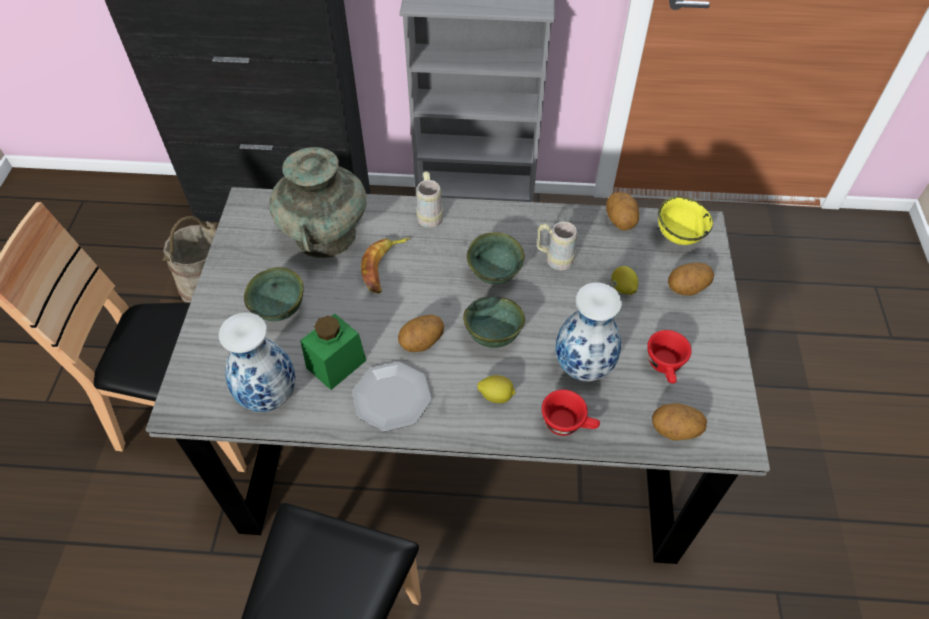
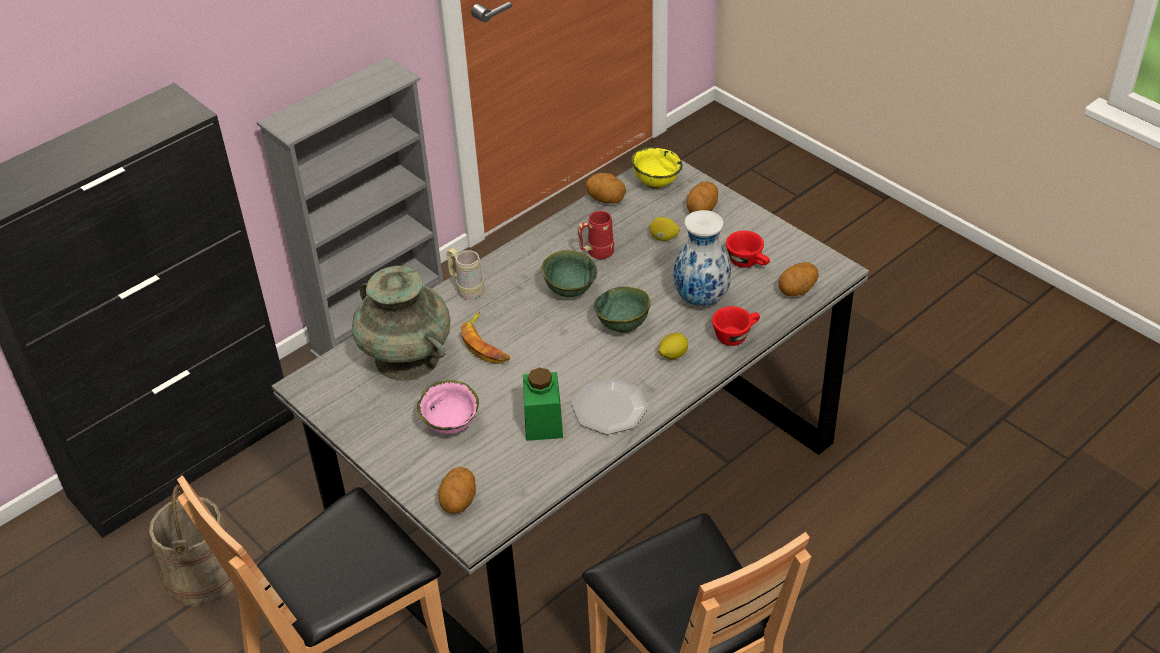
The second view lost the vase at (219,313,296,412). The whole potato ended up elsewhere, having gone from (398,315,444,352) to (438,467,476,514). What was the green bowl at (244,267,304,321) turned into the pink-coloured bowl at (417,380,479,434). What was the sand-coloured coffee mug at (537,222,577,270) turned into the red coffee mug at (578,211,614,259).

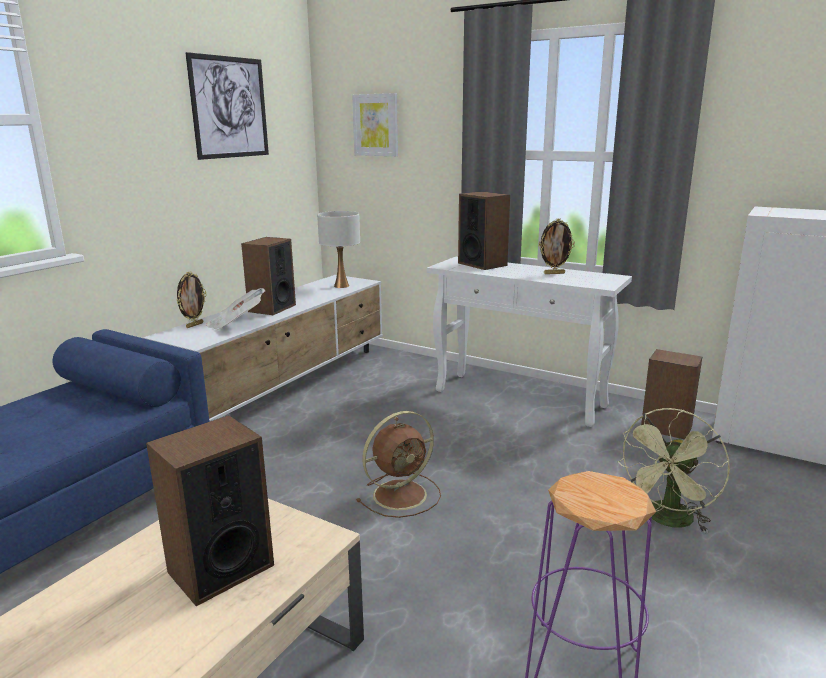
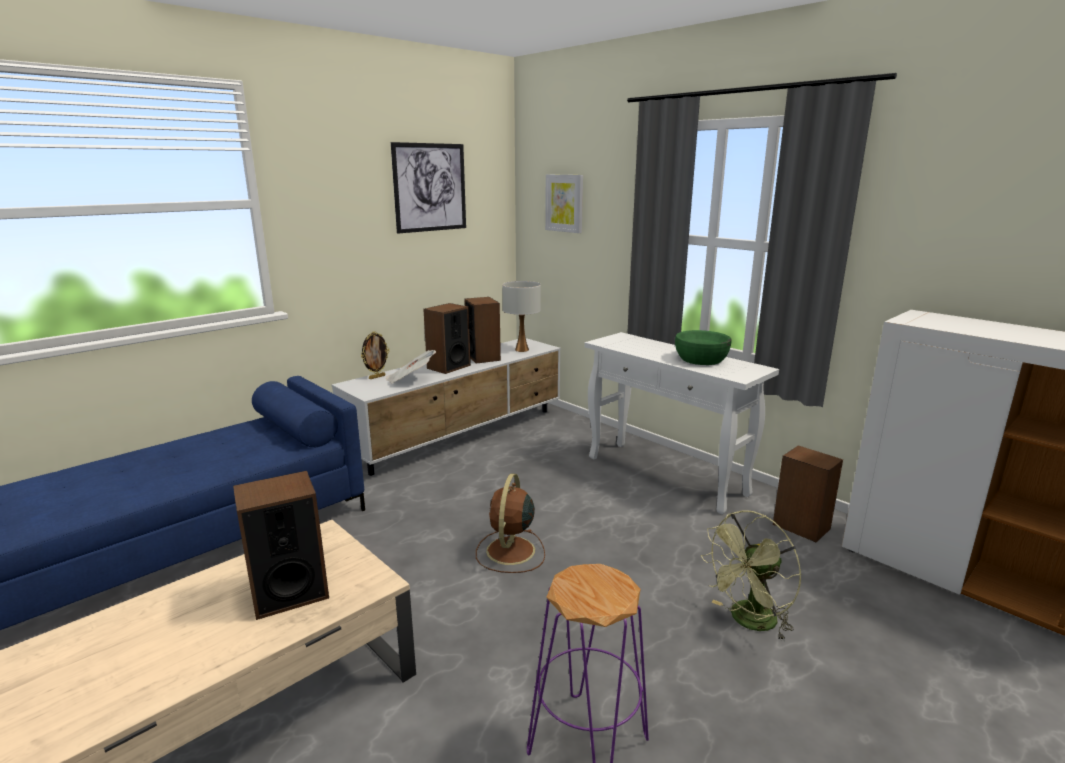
The audio speaker ended up elsewhere, having gone from (458,191,510,270) to (465,297,501,363). Where the photo frame stood at (538,218,575,274), the green bowl came to stand at (675,330,732,365). The brownish cooling fan at (356,411,441,518) ended up facing another way, 120 degrees clockwise from before.

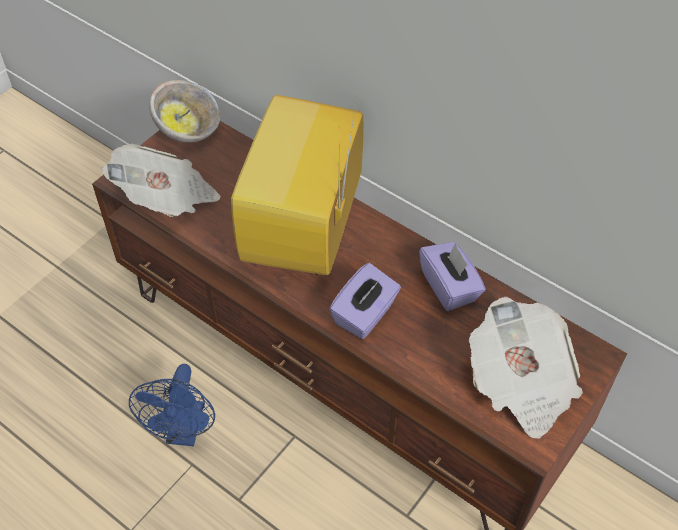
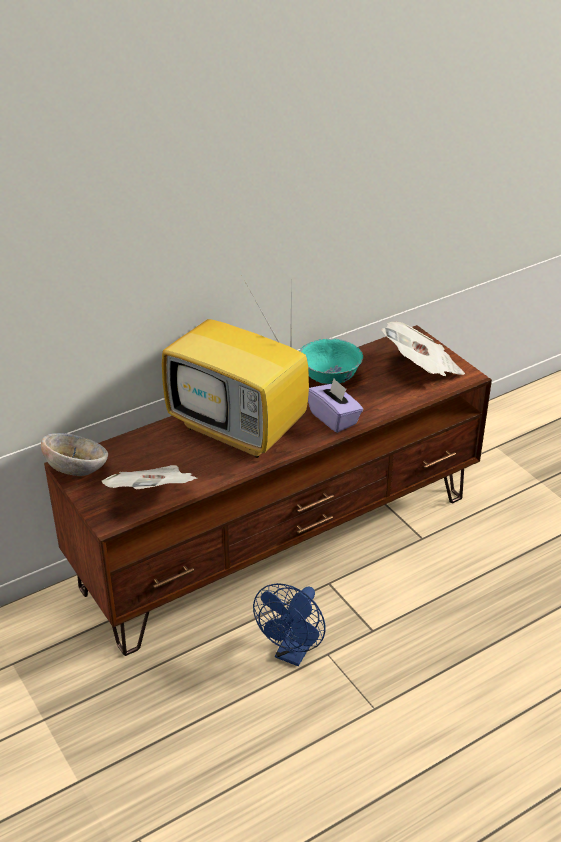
Where the purple box of tissues stood at (419,242,486,311), the turquoise-coloured bowl came to stand at (300,338,363,385). The bluish cooling fan at (129,364,215,446) ended up facing another way, 90 degrees clockwise from before.

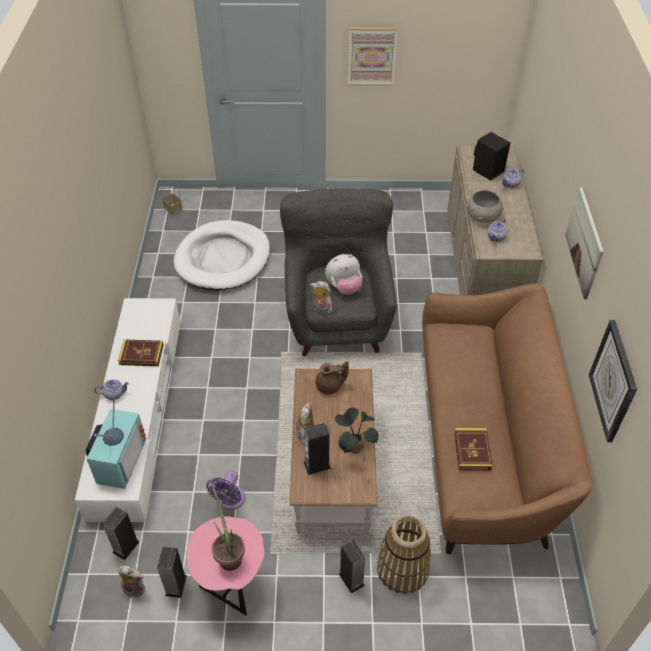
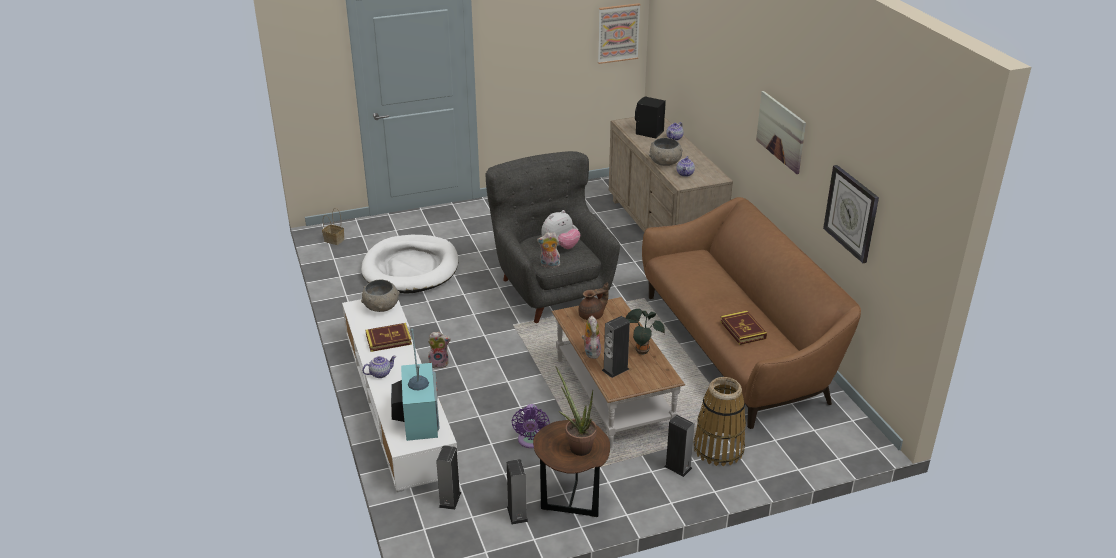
The second view gained the grey bowl at (361,280,400,312). The plush toy ended up elsewhere, having gone from (118,565,145,598) to (428,332,451,369). The picture ended up elsewhere, having gone from (348,27,398,86) to (598,3,641,64). What was the pink-coloured side table at (187,516,264,615) turned into the brownish side table at (533,419,610,517).

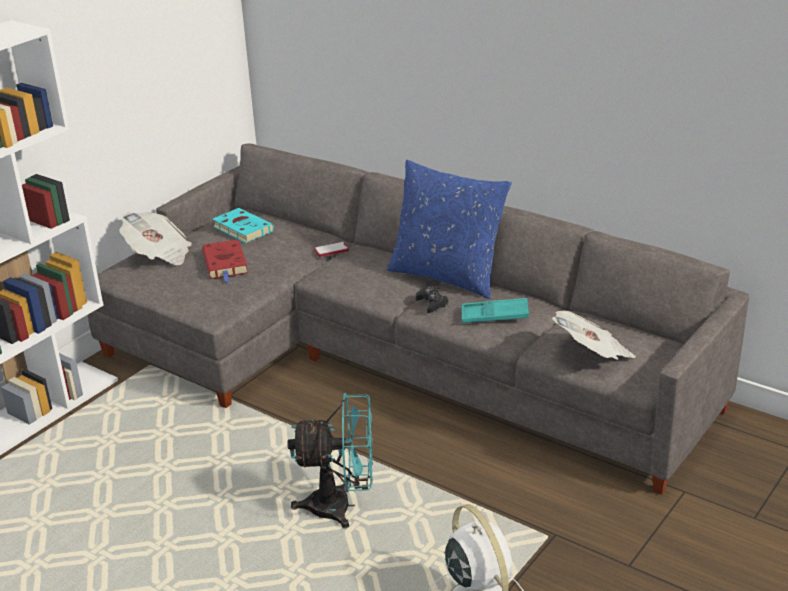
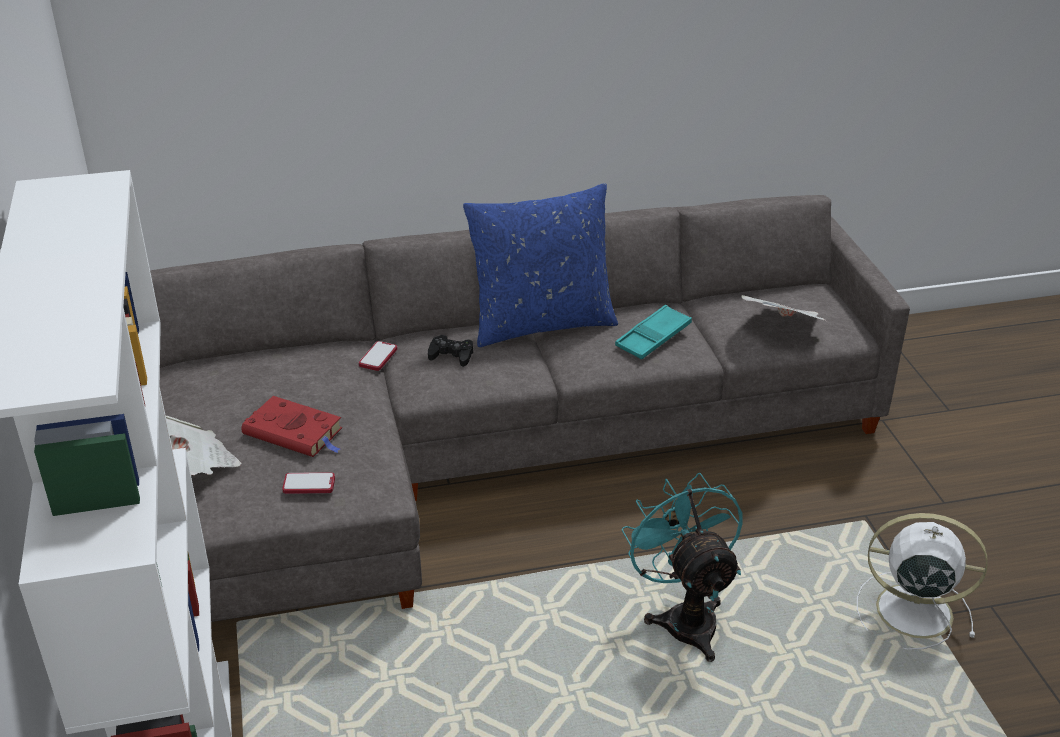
The second view lost the turquoise-coloured volume at (212,208,274,243). The second view gained the phone at (282,472,335,494). The blackish gamepad ended up elsewhere, having gone from (416,286,449,313) to (428,335,473,367). The turquoise-coloured cooling fan at (287,393,373,529) ended up facing another way, 60 degrees counterclockwise from before.

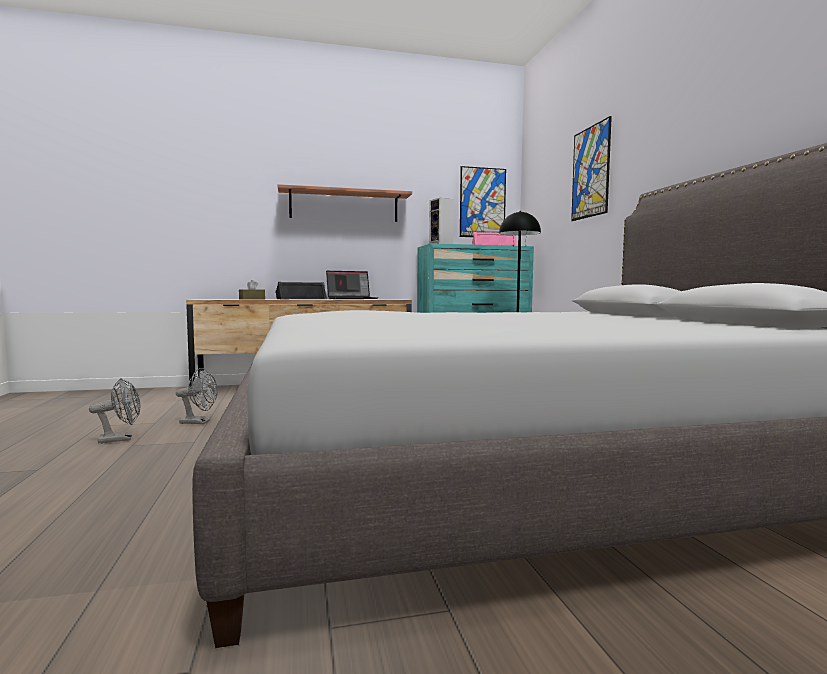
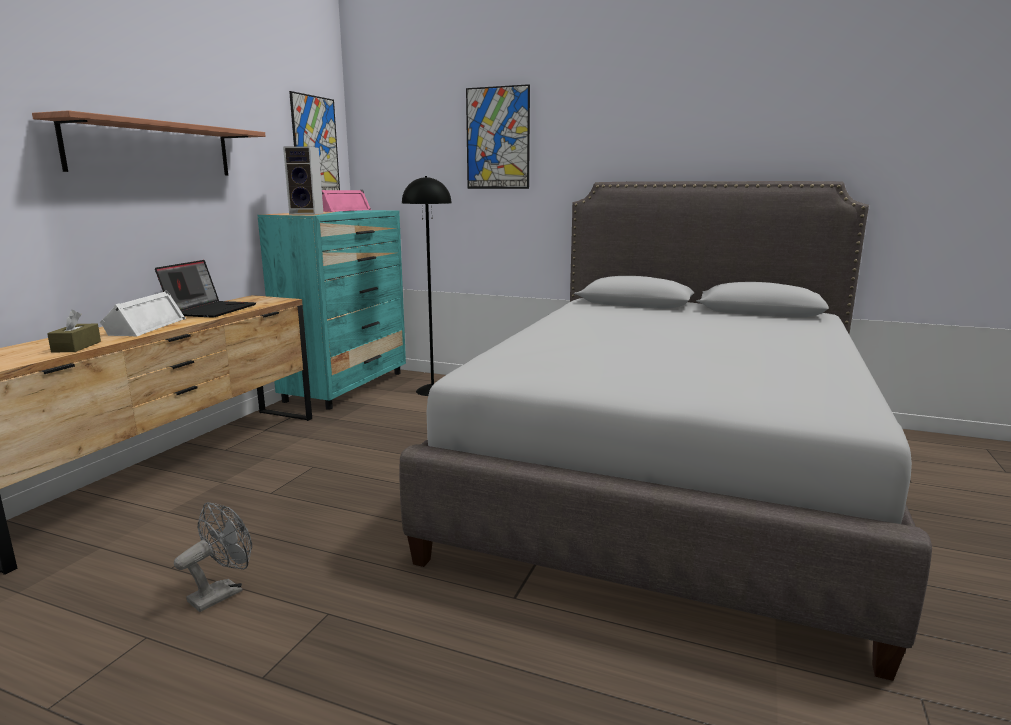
The second view lost the grey cooling fan at (89,378,140,443). What was the blackish audio speaker at (275,282,327,300) turned into the white audio speaker at (100,290,186,336).

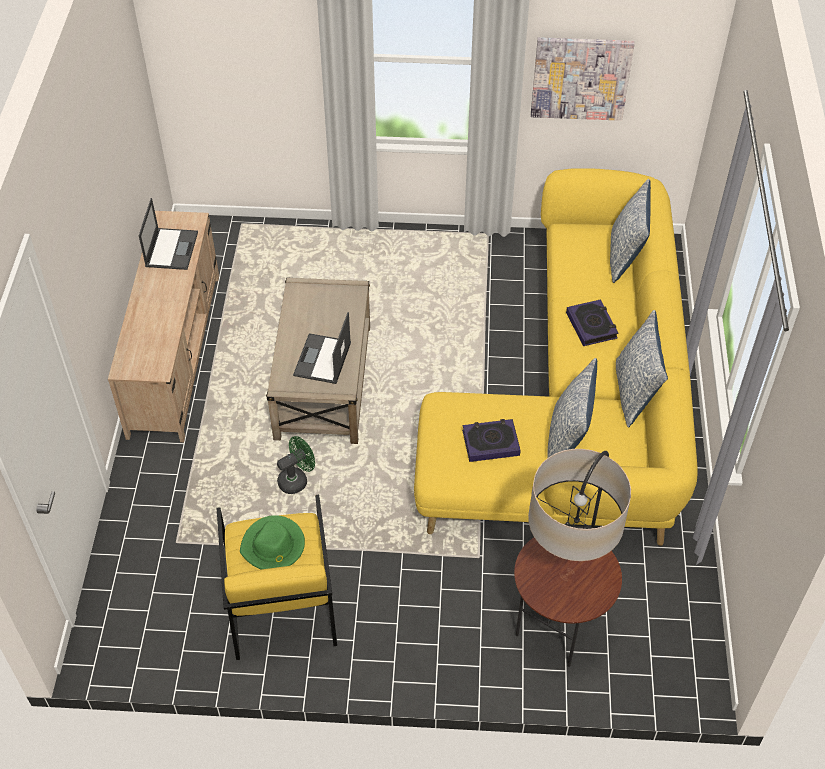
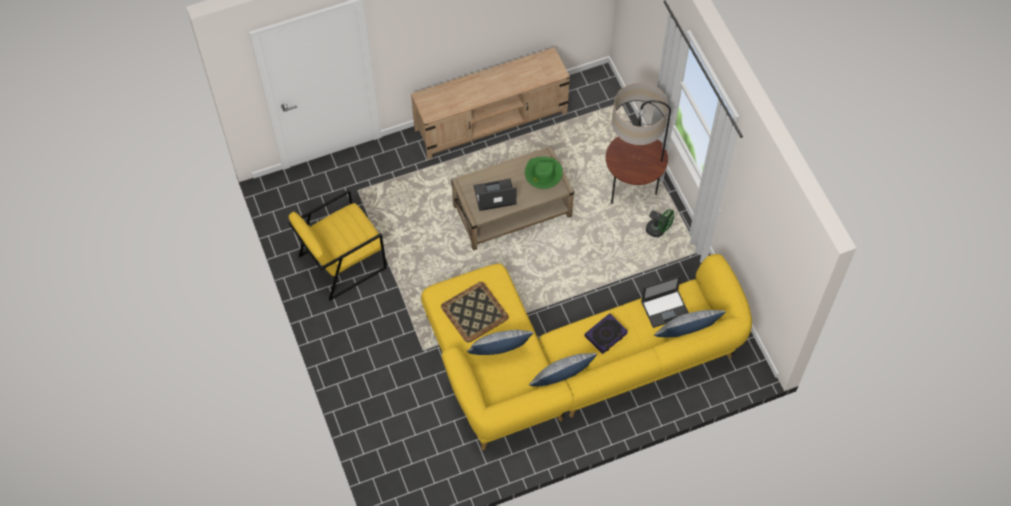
The second view lost the picture at (531,37,635,121). The notebook computer ended up elsewhere, having gone from (139,198,198,270) to (641,275,689,328). The green wearable hat ended up elsewhere, having gone from (240,515,305,569) to (525,156,563,189). The green cooling fan ended up elsewhere, having gone from (277,436,315,494) to (646,209,674,237). The floor lamp ended up elsewhere, having gone from (514,449,631,667) to (606,82,671,204). Where the volume stood at (462,419,521,462), the tray came to stand at (441,282,509,342).

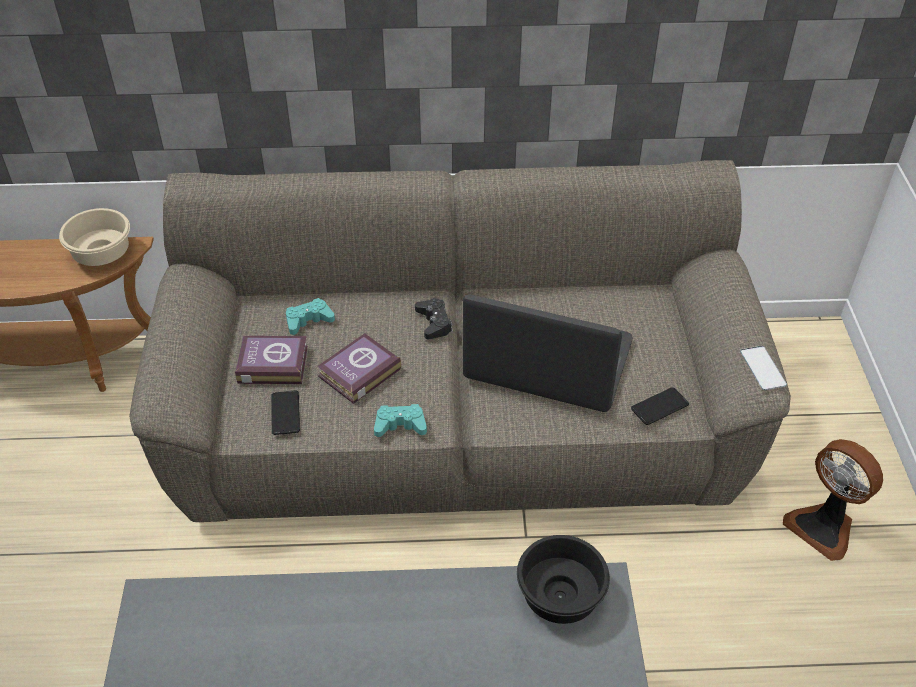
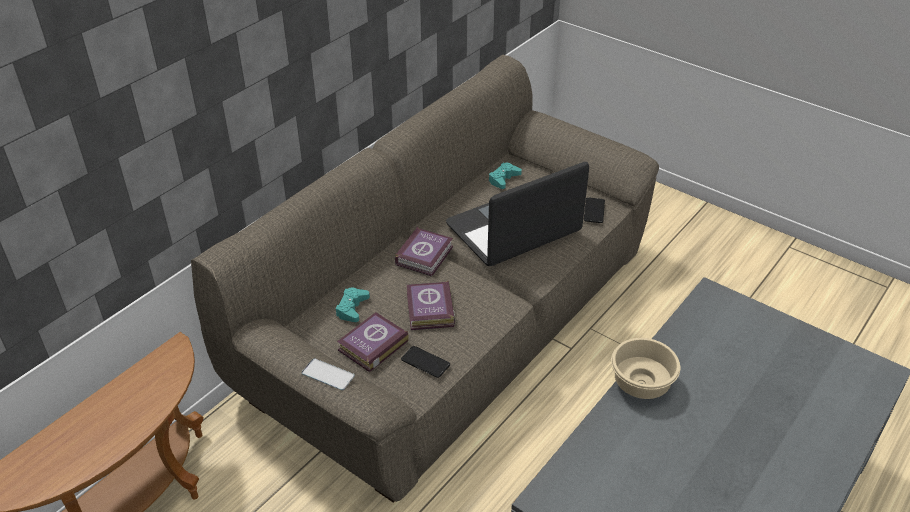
The second view lost the blackish bowl at (517,535,610,624). The second view lost the cooling fan at (783,439,883,561). The sand-coloured bowl ended up elsewhere, having gone from (59,208,130,266) to (611,338,680,399). The turquoise-coloured gamepad ended up elsewhere, having gone from (374,404,427,437) to (489,163,522,189). The phone ended up elsewhere, having gone from (740,346,787,390) to (301,358,355,390). Where the blackish gamepad stood at (415,298,453,339), the volume came to stand at (395,227,453,277).

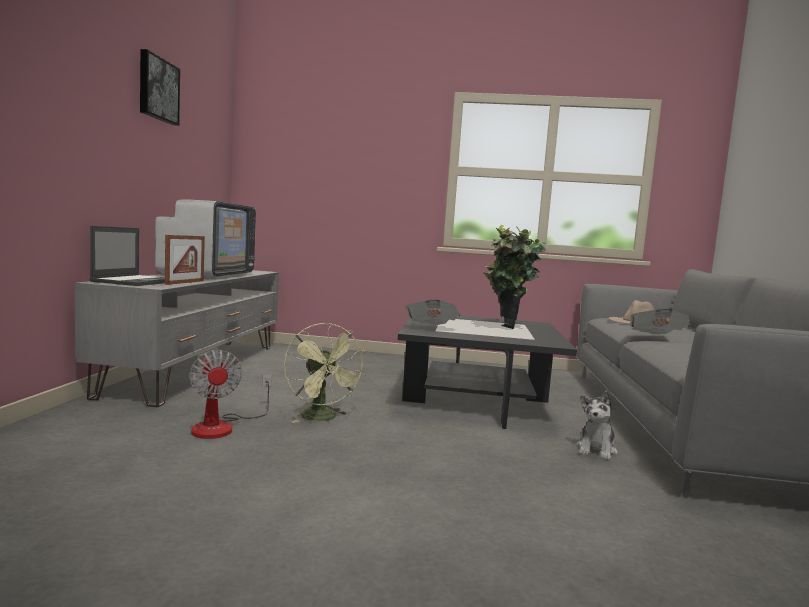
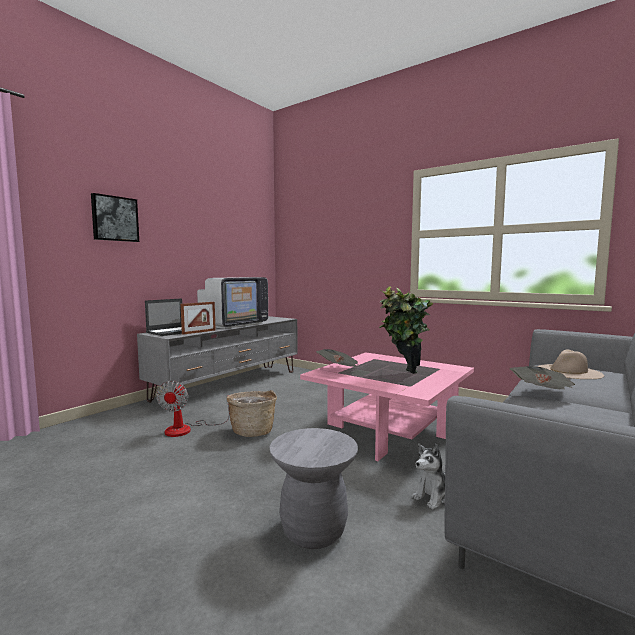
The second view gained the grey sitting stool at (269,428,358,549). The picture ended up elsewhere, having gone from (140,49,180,126) to (91,193,139,242). Where the green cooling fan stood at (284,323,366,423), the storage basket came to stand at (227,390,277,437). What was the blackish low table at (398,316,577,429) turned into the pink-coloured low table at (300,352,474,461).

